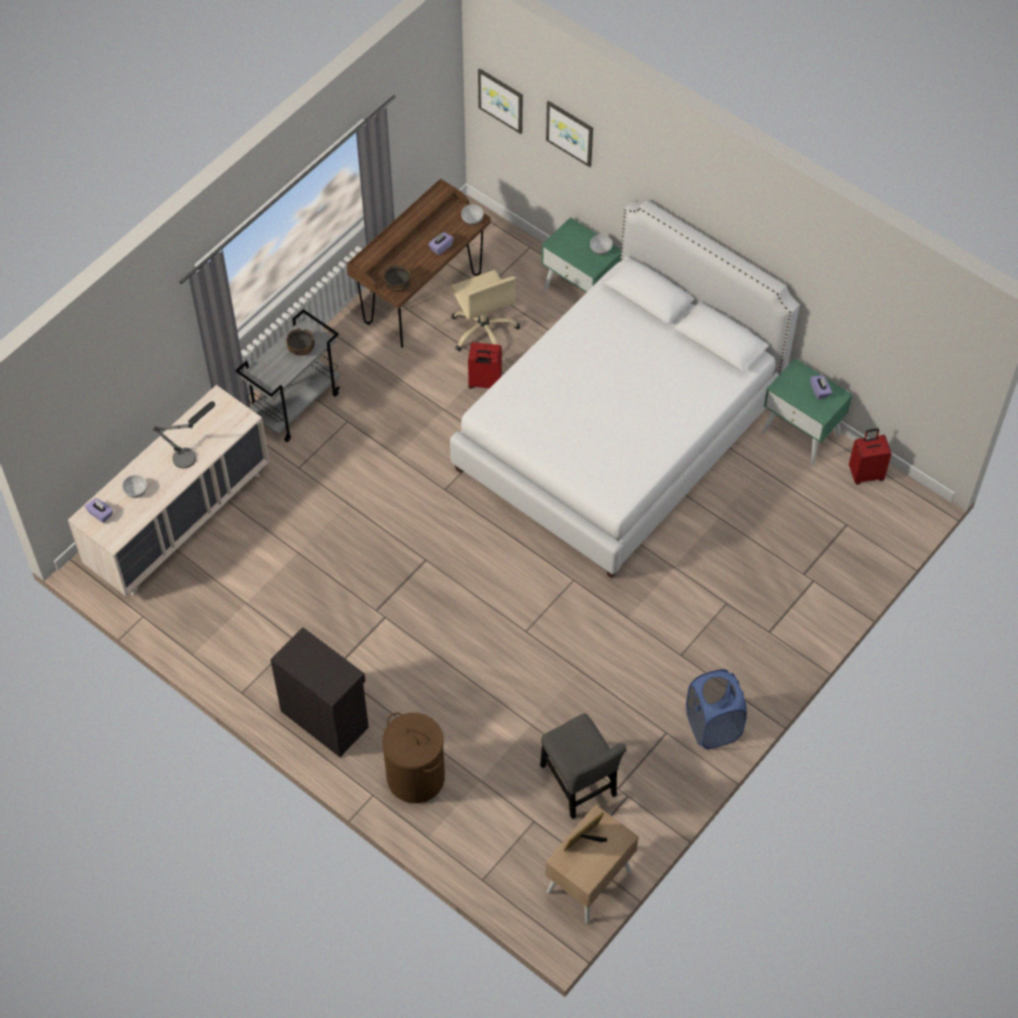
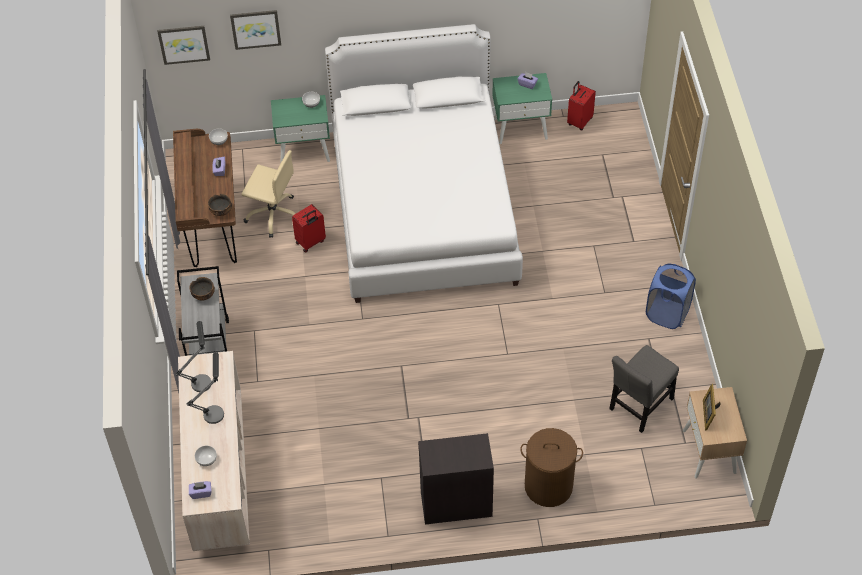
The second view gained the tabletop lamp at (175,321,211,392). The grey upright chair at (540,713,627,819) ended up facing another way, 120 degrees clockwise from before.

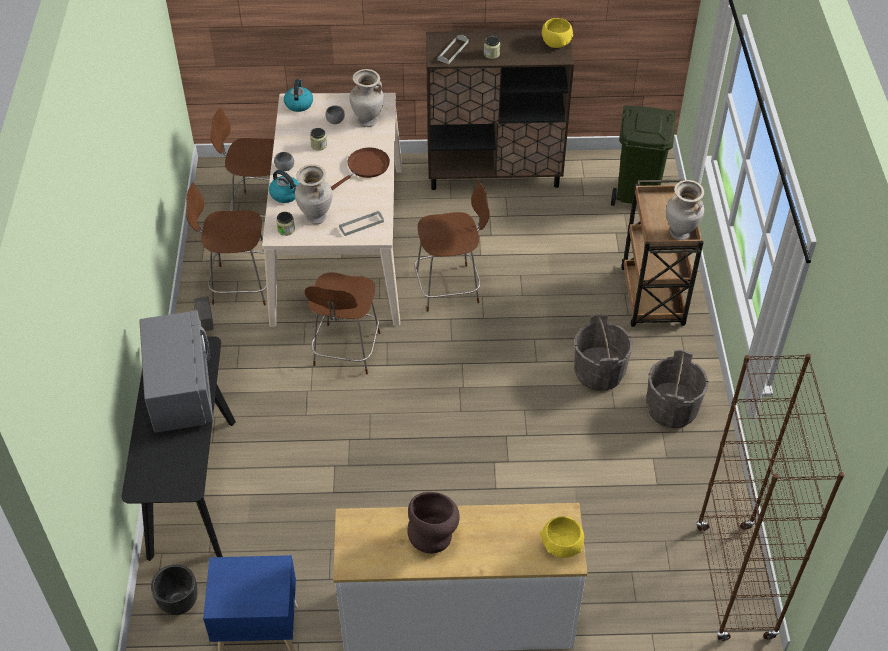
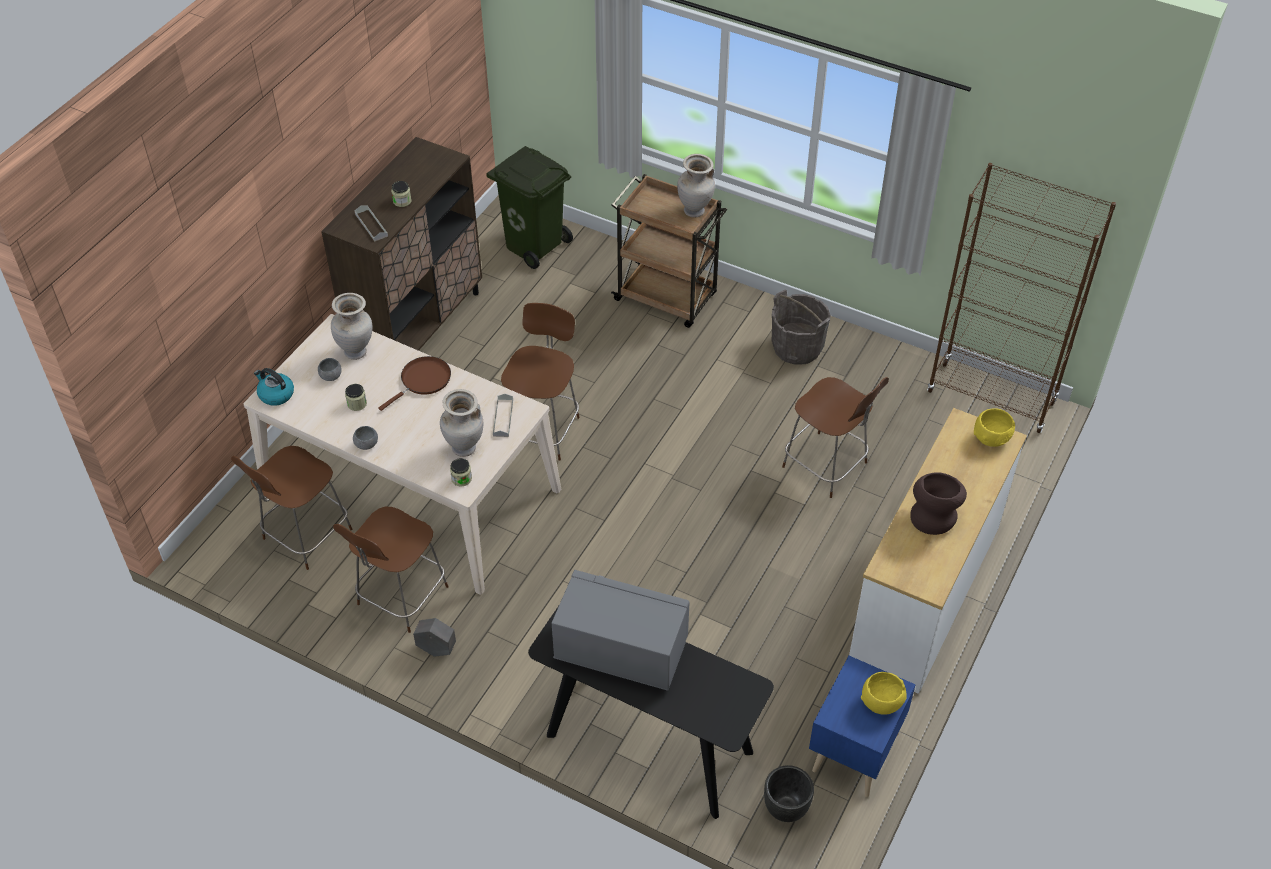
The second view lost the tea kettle at (269,170,299,203). The second view lost the grey pail at (574,314,632,391). The brownish upright chair ended up elsewhere, having gone from (305,272,380,374) to (782,377,889,498). The yellowish bowl ended up elsewhere, having gone from (542,18,573,48) to (861,672,907,715). The brownish skillet at (331,148,390,190) ended up facing another way, 60 degrees clockwise from before.

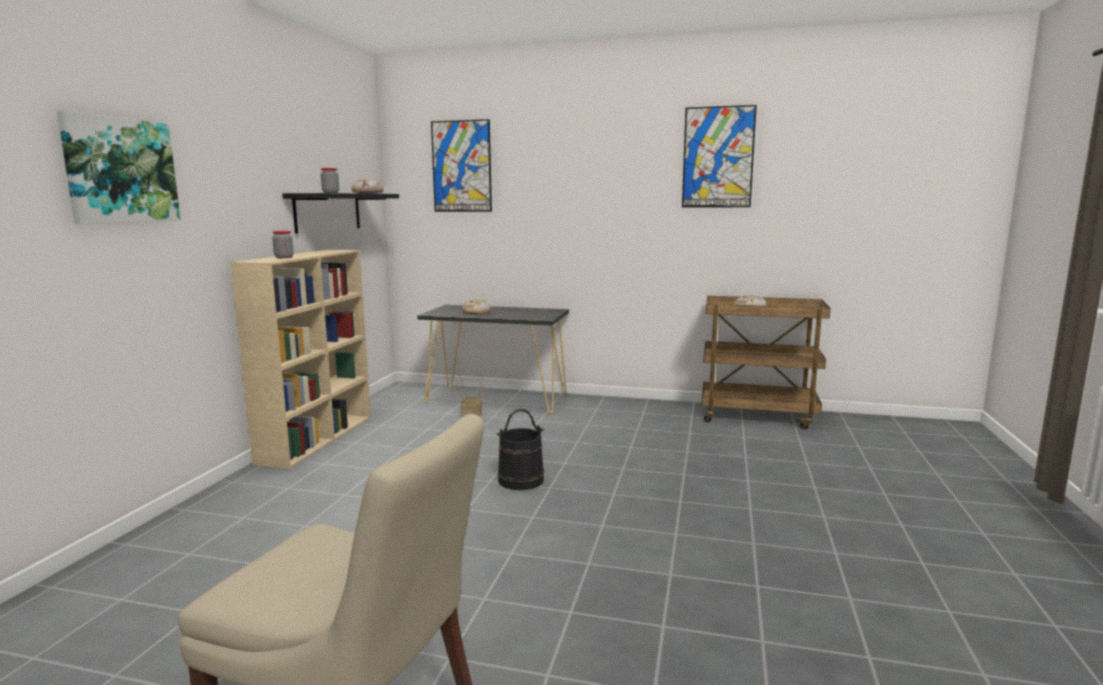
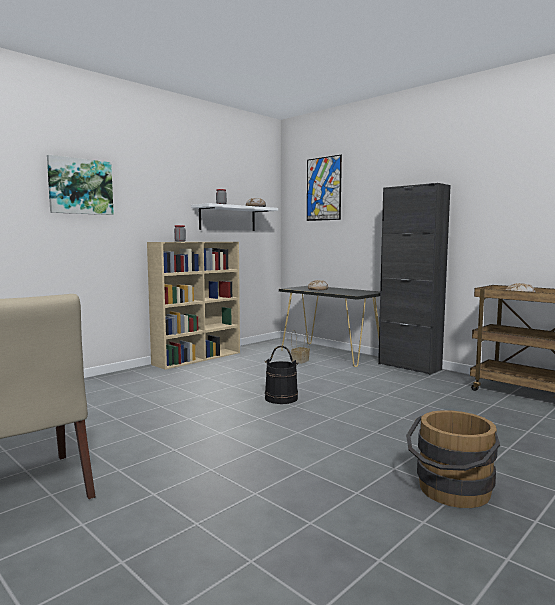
The second view lost the picture at (682,105,757,207). The second view gained the blackish storage cabinet at (378,183,451,375). The second view gained the brownish pail at (406,410,500,508). What was the blackish bracket shelf at (282,193,399,234) turned into the white bracket shelf at (191,203,278,231).

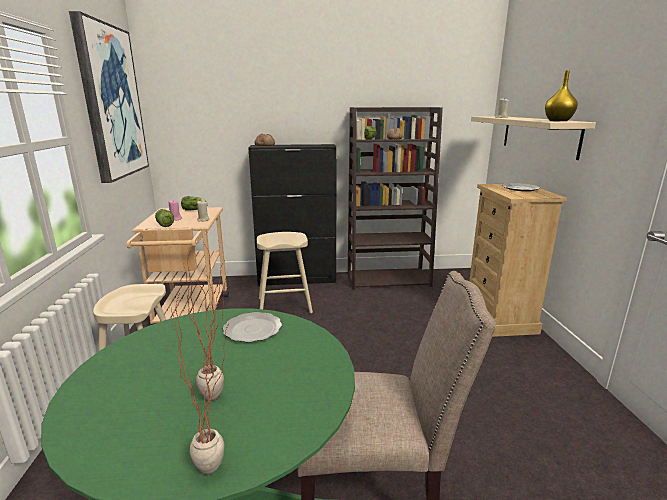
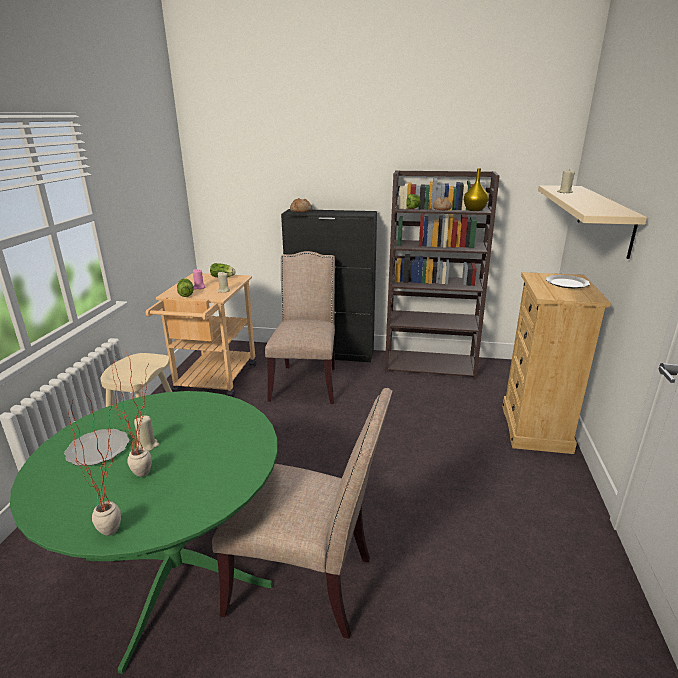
The second view lost the picture at (69,11,149,183). The second view gained the sand-coloured wax candle at (134,415,159,451). The plate ended up elsewhere, having gone from (223,312,282,342) to (64,429,129,466). The yellowish vase ended up elsewhere, having gone from (545,71,578,121) to (464,169,489,211). Where the sand-coloured sitting stool stood at (257,232,313,313), the sand-coloured upright chair came to stand at (265,251,335,404).

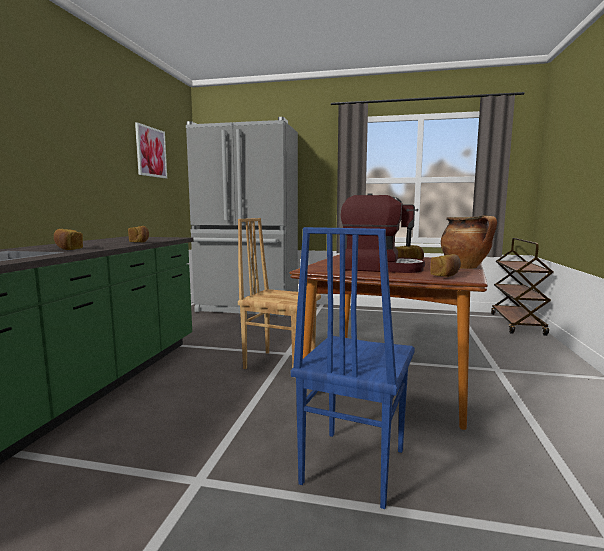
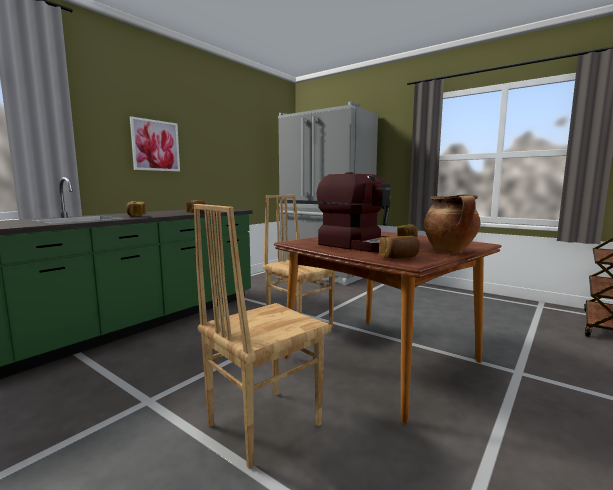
The picture ended up elsewhere, having gone from (135,122,167,178) to (130,116,180,171). What was the bluish upright chair at (291,227,415,509) turned into the brownish upright chair at (194,204,332,469).

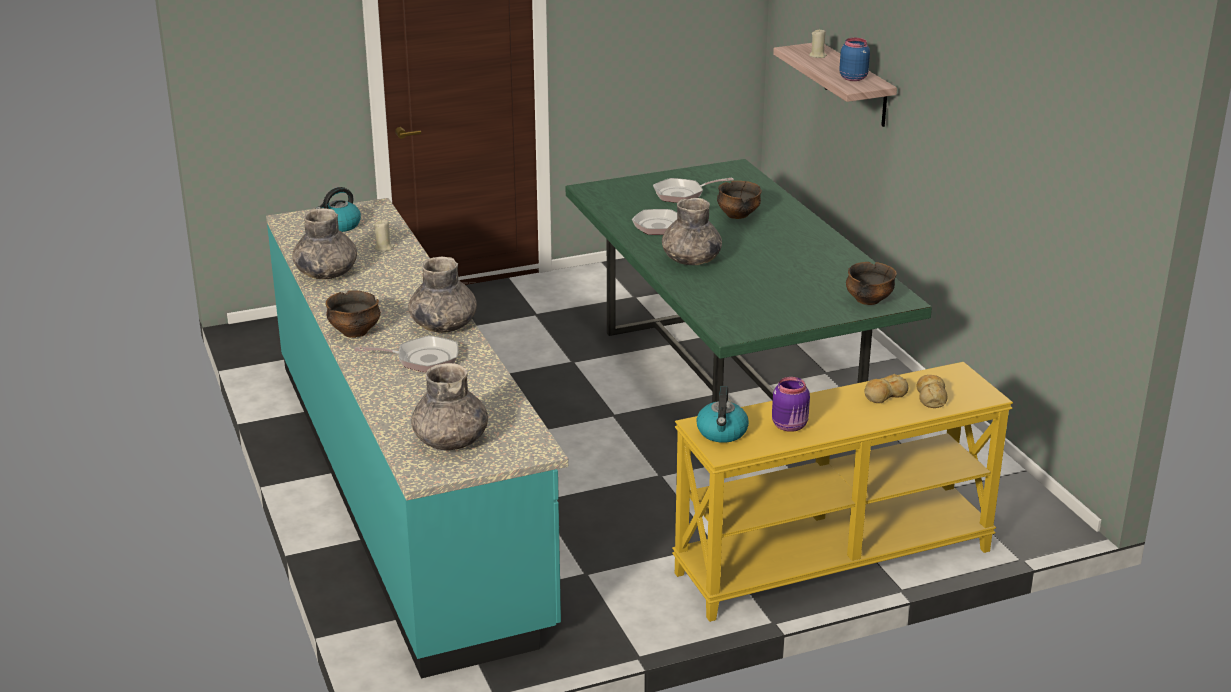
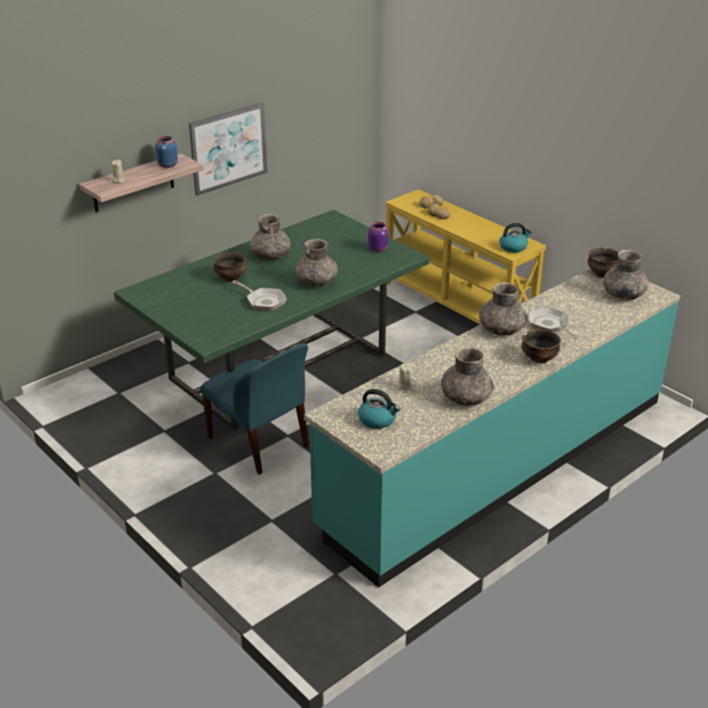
The second view lost the skillet at (653,177,734,203). The second view gained the picture at (189,103,268,196). The second view gained the bluish upright chair at (200,343,309,475). The second view gained the grey vase at (250,214,290,260). The purple jar ended up elsewhere, having gone from (772,377,810,432) to (368,222,389,252). The bowl ended up elsewhere, having gone from (846,262,897,305) to (588,248,618,278).

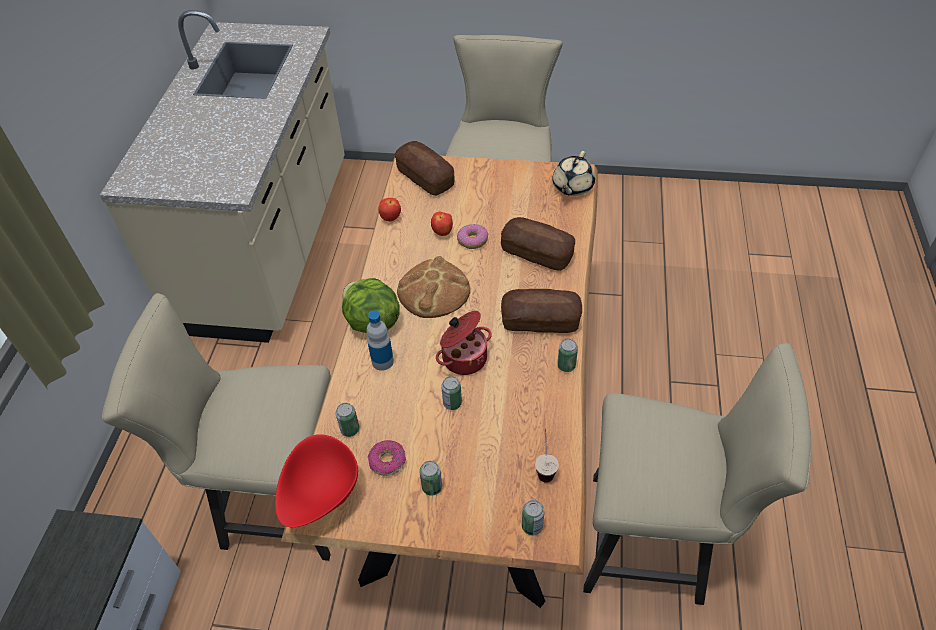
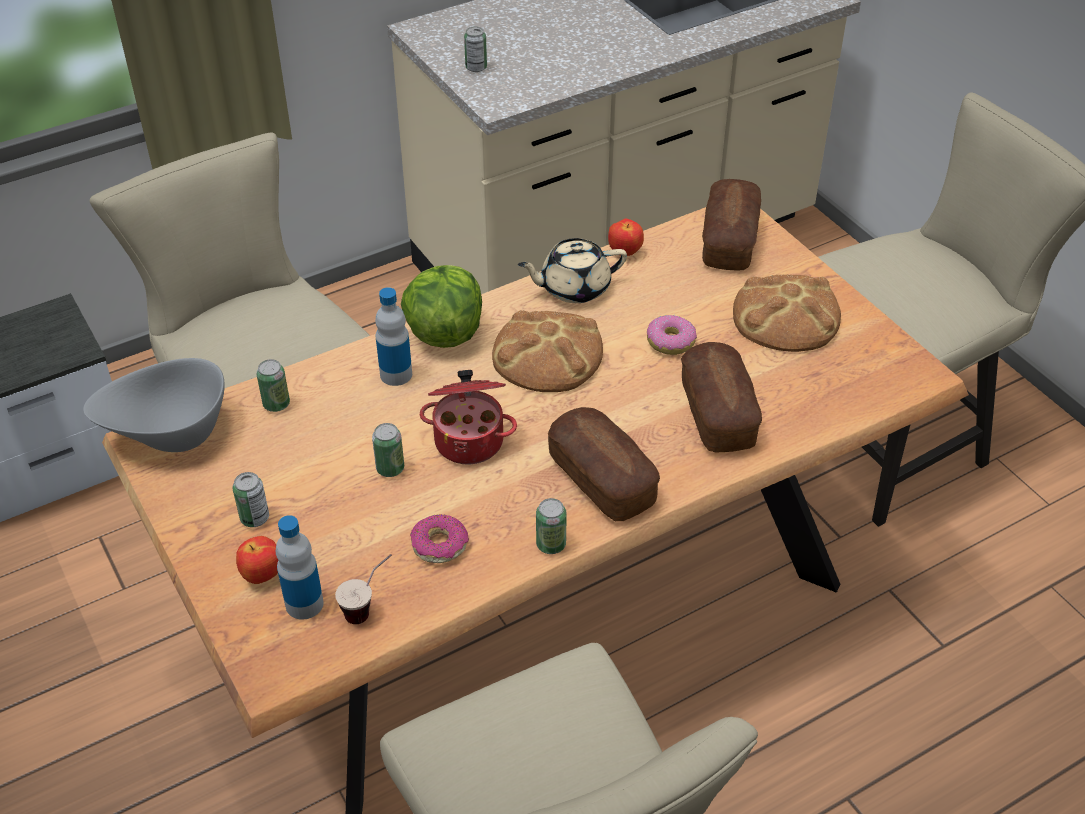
The second view gained the beverage bottle at (276,515,324,619). The second view gained the baked bread at (733,274,841,352). The ring doughnut ended up elsewhere, having gone from (368,440,406,476) to (410,514,469,563). The apple ended up elsewhere, having gone from (431,212,453,236) to (236,536,278,584). The metal can ended up elsewhere, having gone from (522,500,544,535) to (464,26,487,72). The sand-coloured pot for tea ended up elsewhere, having gone from (552,151,595,196) to (518,238,627,303). What was the red bowl at (275,434,358,527) turned into the grey bowl at (83,358,225,452).

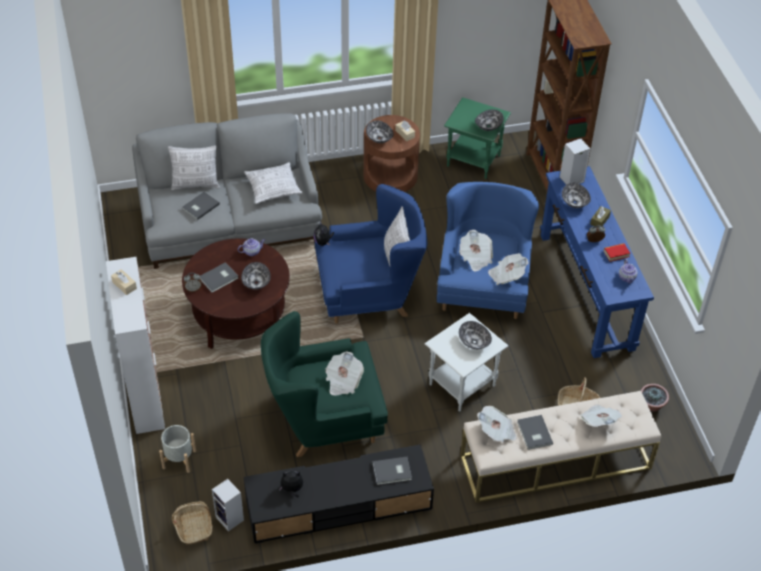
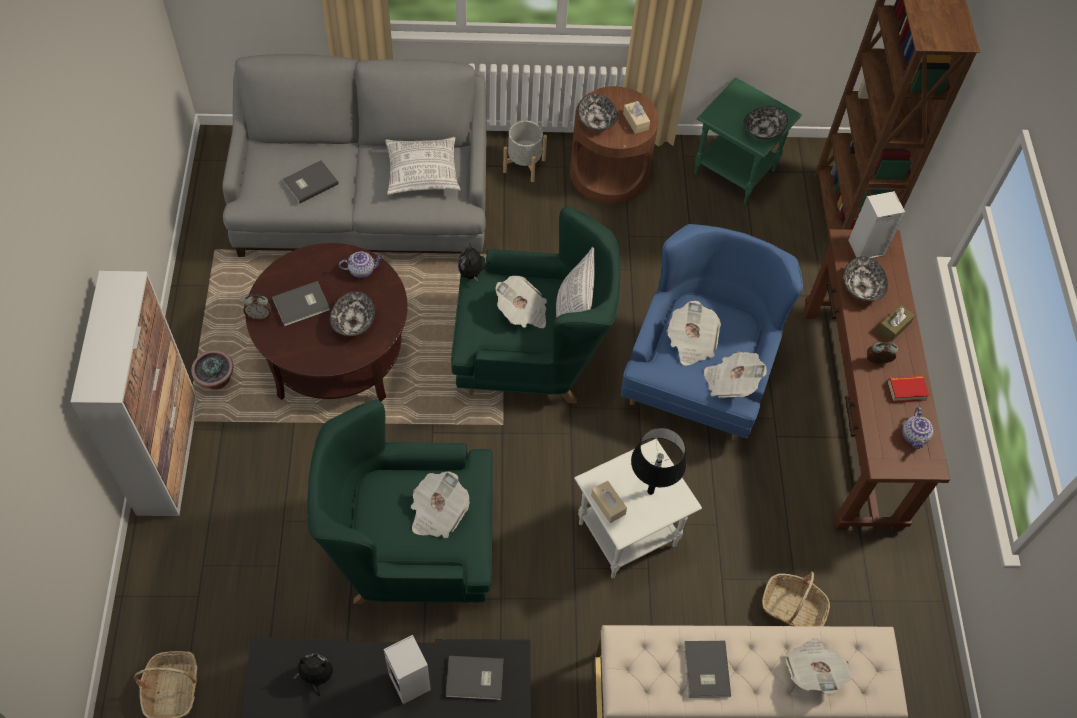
The second view lost the throw pillow at (168,146,220,190). The sand-coloured box of tissues ended up elsewhere, having gone from (111,269,137,295) to (591,481,627,523). The grey planter ended up elsewhere, having gone from (159,425,196,473) to (503,121,547,182). The audio speaker ended up elsewhere, having gone from (212,479,244,532) to (383,635,431,704). The printed paper ended up elsewhere, having gone from (477,406,517,442) to (496,276,547,329). The potted plant ended up elsewhere, having gone from (641,384,669,412) to (191,350,233,390). Where the bowl stood at (459,321,492,349), the blackish tabletop lamp came to stand at (631,427,686,495). What was the bluish lounge chair at (315,184,427,324) turned into the green lounge chair at (451,206,620,404). What was the bluish hall table at (540,166,654,358) turned into the brownish hall table at (804,229,950,530).

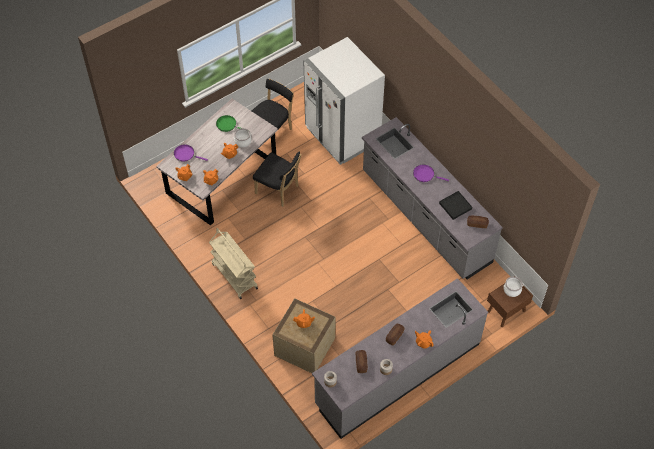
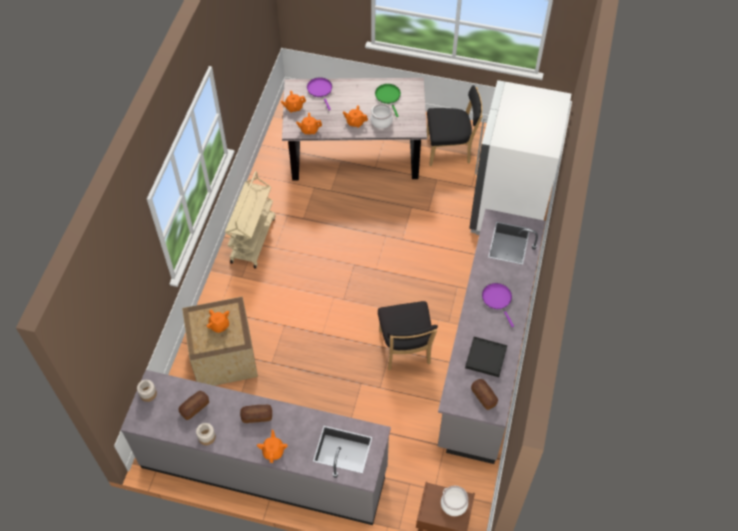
The blackish upright chair ended up elsewhere, having gone from (253,151,302,207) to (378,301,438,370).

